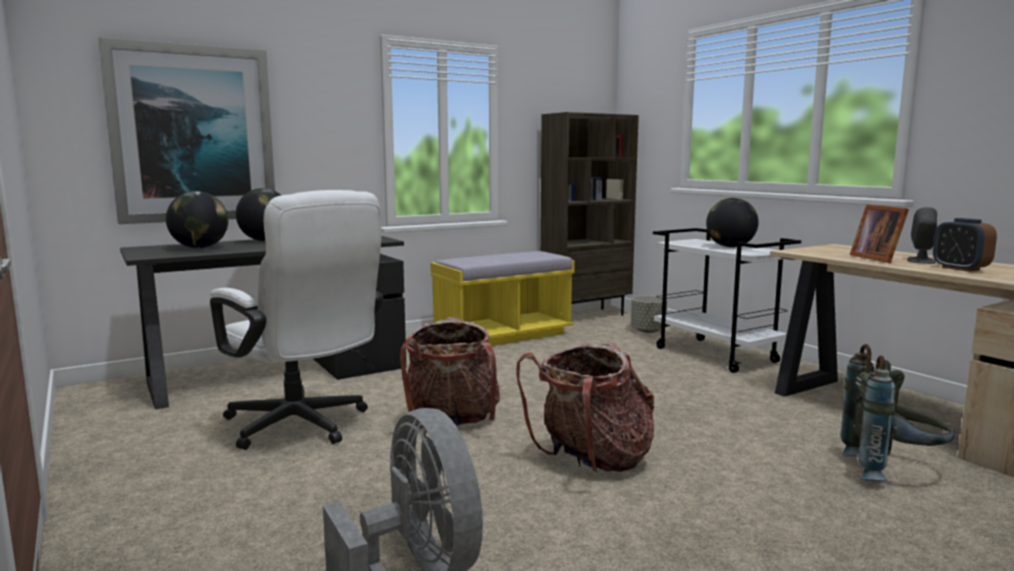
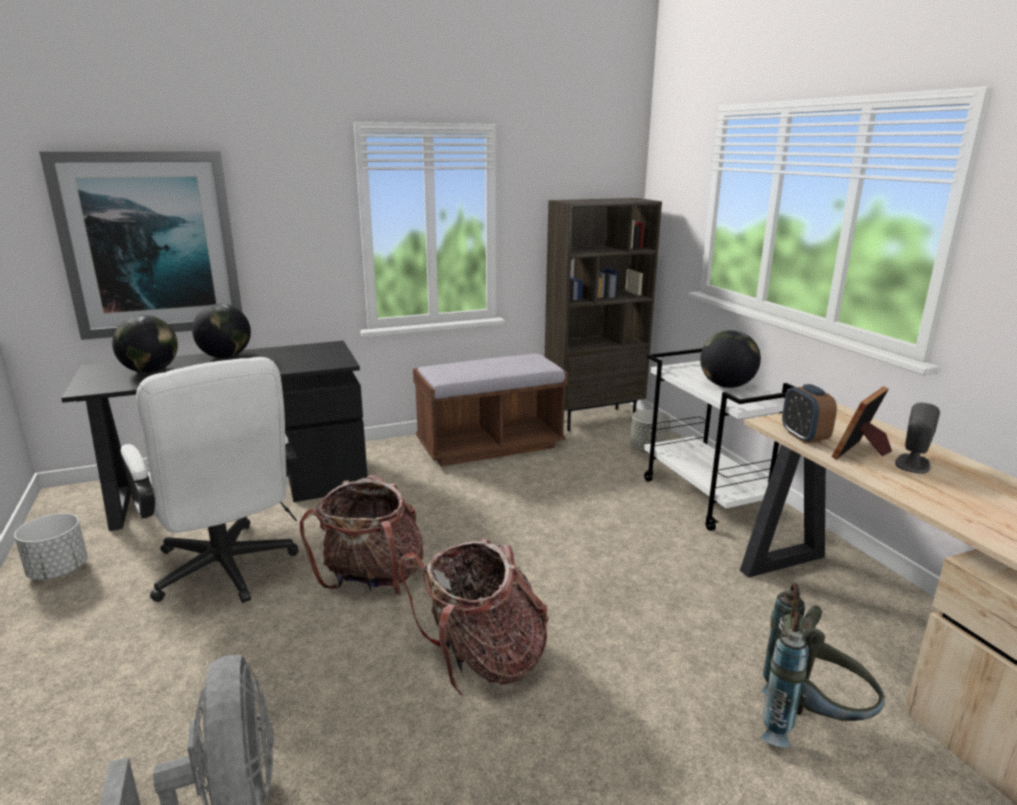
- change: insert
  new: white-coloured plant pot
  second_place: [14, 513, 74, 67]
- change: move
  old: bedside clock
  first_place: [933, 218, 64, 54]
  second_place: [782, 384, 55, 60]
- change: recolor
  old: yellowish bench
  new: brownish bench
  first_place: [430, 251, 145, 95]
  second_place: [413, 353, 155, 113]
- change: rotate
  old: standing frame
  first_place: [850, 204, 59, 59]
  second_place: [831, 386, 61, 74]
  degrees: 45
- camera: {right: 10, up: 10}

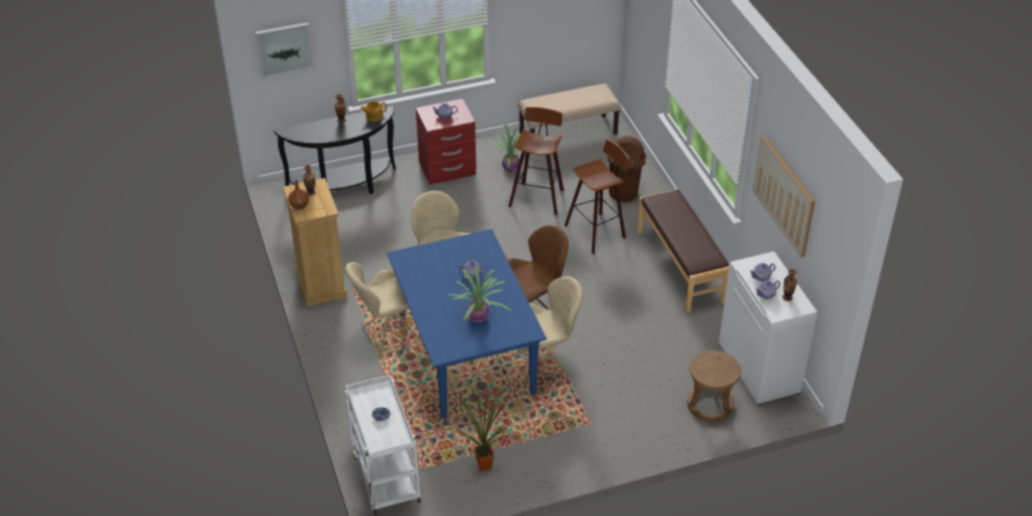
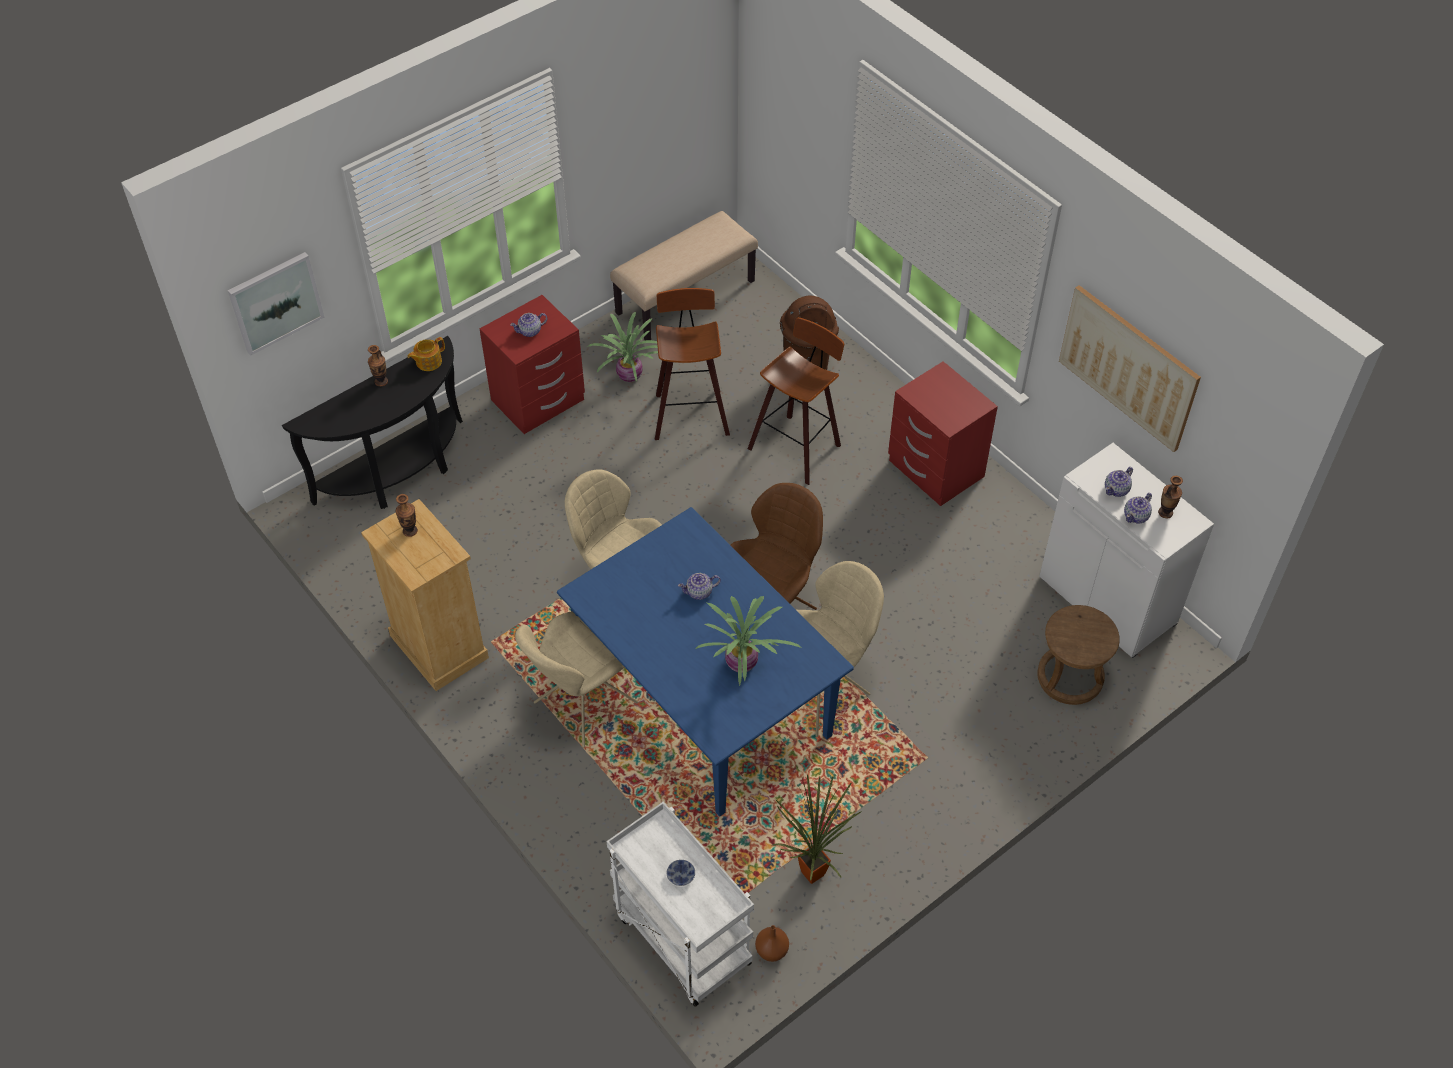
- change: move
  old: brownish vase
  first_place: [288, 179, 21, 31]
  second_place: [755, 925, 34, 37]
- change: replace
  old: brownish bench
  new: red nightstand
  first_place: [637, 189, 93, 123]
  second_place: [888, 361, 110, 145]
- camera: {right: -20, up: 10}

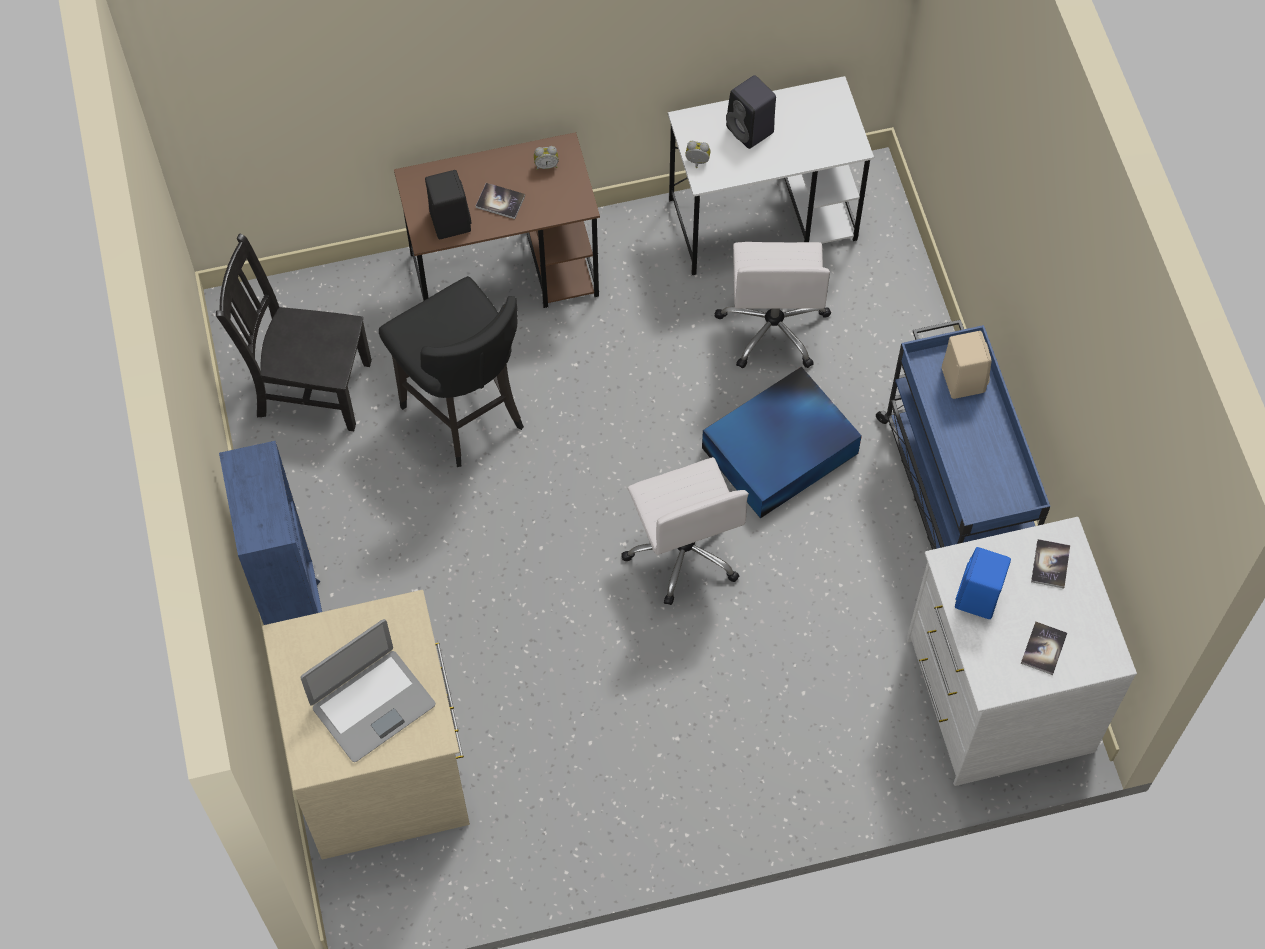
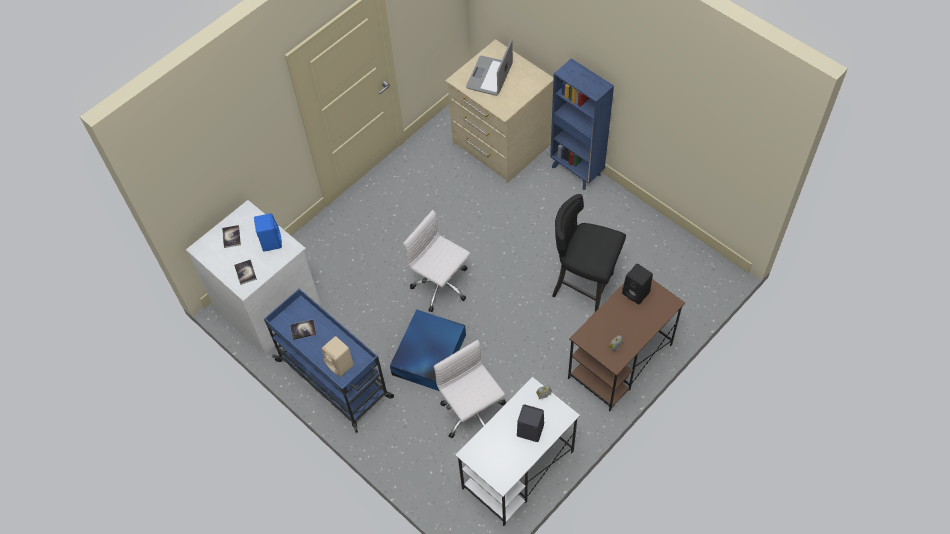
- change: delete
  old: black chair
  first_place: [216, 234, 156, 197]
- change: move
  old: bound book
  first_place: [476, 183, 49, 36]
  second_place: [290, 319, 27, 21]
- camera: {right: 150, up: -5}

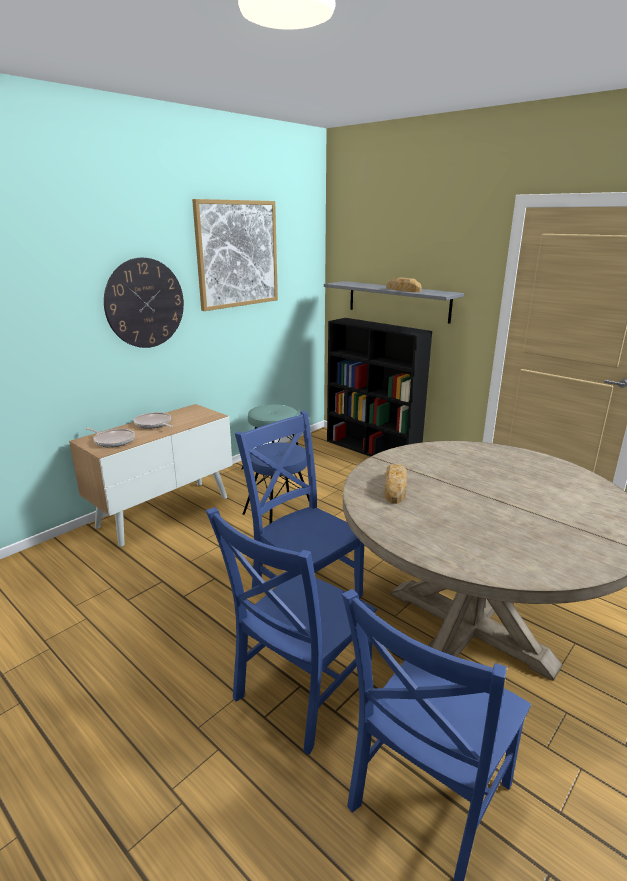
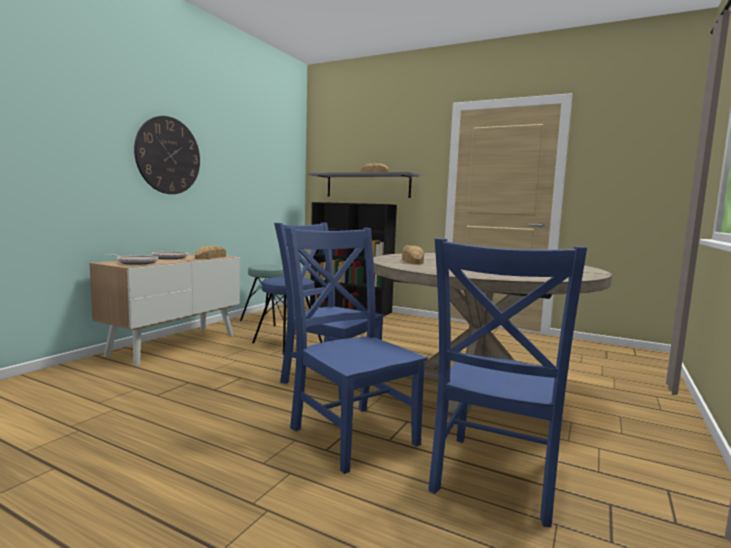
- change: delete
  old: wall picture
  first_place: [192, 199, 86, 112]
- change: insert
  new: baked bread
  second_place: [195, 246, 31, 13]
- change: rotate
  old: blue-coloured chair
  first_place: [206, 507, 171, 248]
  second_place: [285, 227, 143, 247]
  degrees: 120
- camera: {right: -15, up: -15}

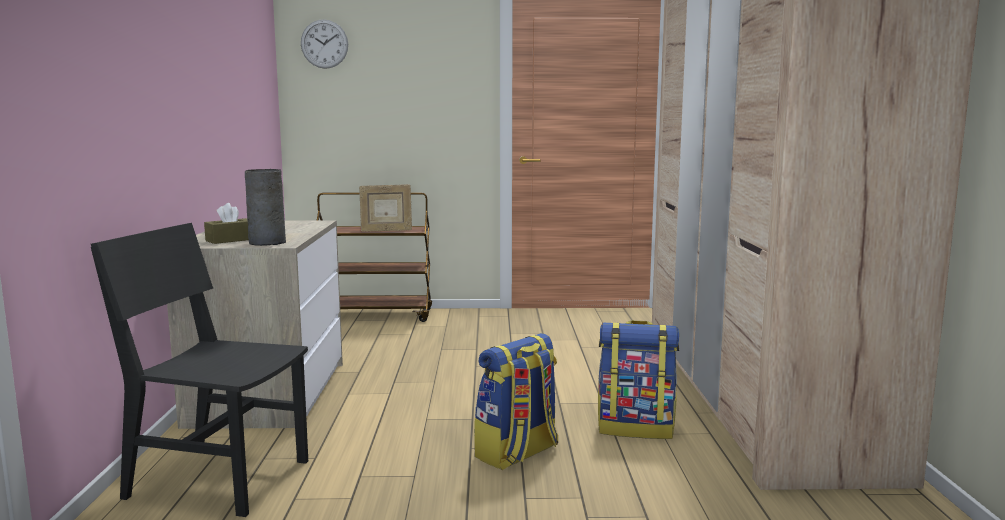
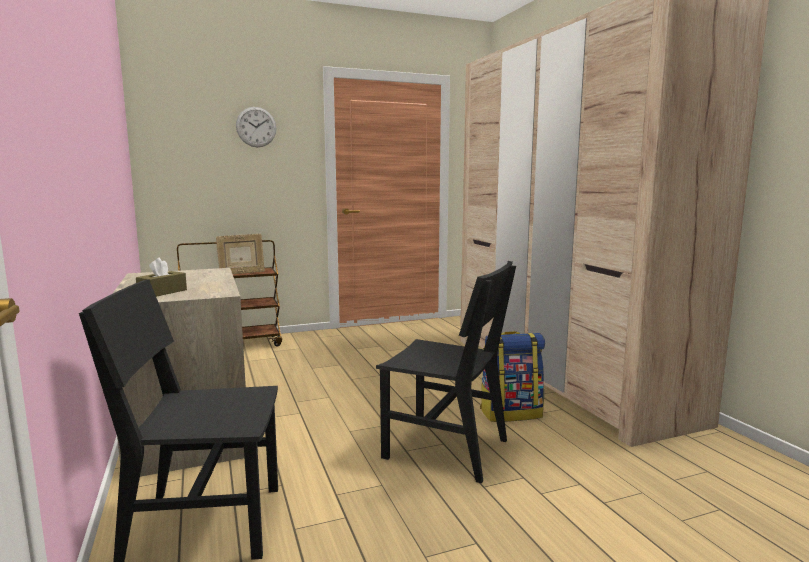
- change: delete
  old: grey vase
  first_place: [245, 169, 41, 77]
- change: move
  old: clock on the wall
  first_place: [301, 19, 47, 50]
  second_place: [236, 107, 40, 40]
- change: replace
  old: rucksack
  new: black chair
  first_place: [474, 333, 84, 137]
  second_place: [376, 261, 140, 222]
- camera: {right: -20, up: 0}

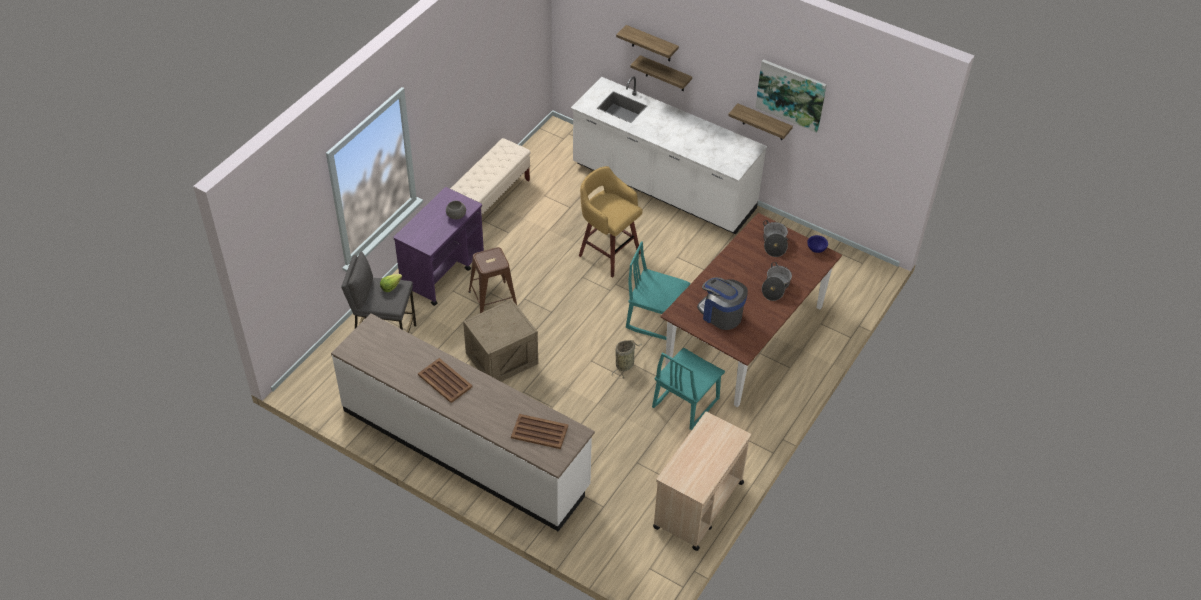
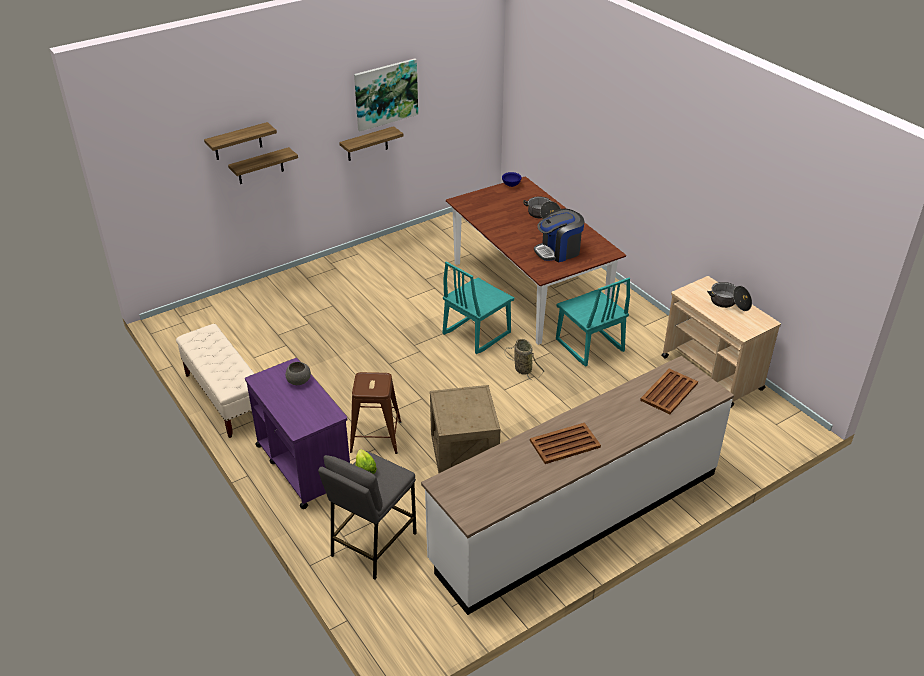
- change: delete
  old: white-coloured counter
  first_place: [571, 76, 196, 158]
- change: delete
  old: yellowish sitting stool
  first_place: [579, 166, 64, 112]
- change: move
  old: saucepot
  first_place: [763, 220, 25, 37]
  second_place: [707, 282, 45, 29]
- camera: {right: -65, up: -10}

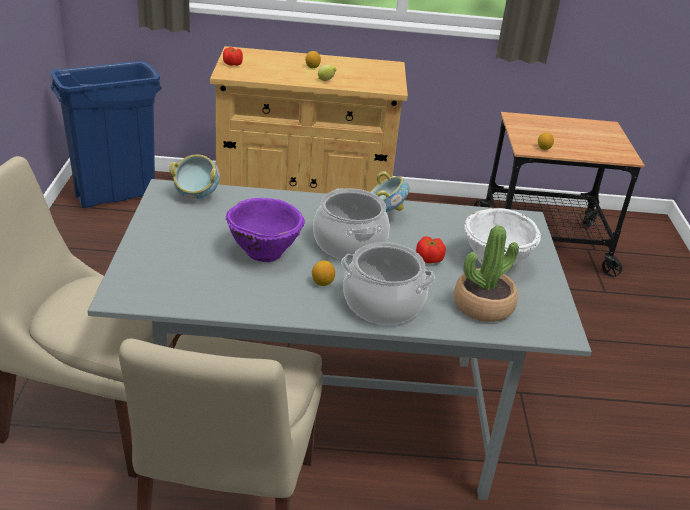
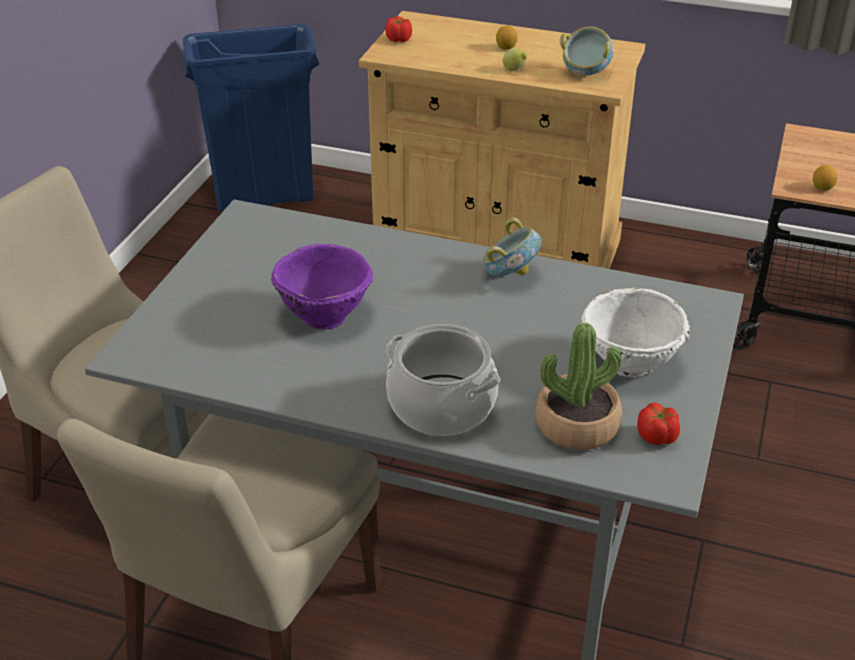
- change: delete
  old: whole lemon
  first_place: [312, 260, 23, 26]
- change: delete
  old: saucepot
  first_place: [313, 188, 77, 73]
- change: move
  old: deep dish
  first_place: [169, 154, 51, 45]
  second_place: [560, 26, 54, 51]
- change: move
  old: fresh tomato
  first_place: [416, 236, 30, 28]
  second_place: [637, 403, 43, 42]
- camera: {right: 20, up: 5}

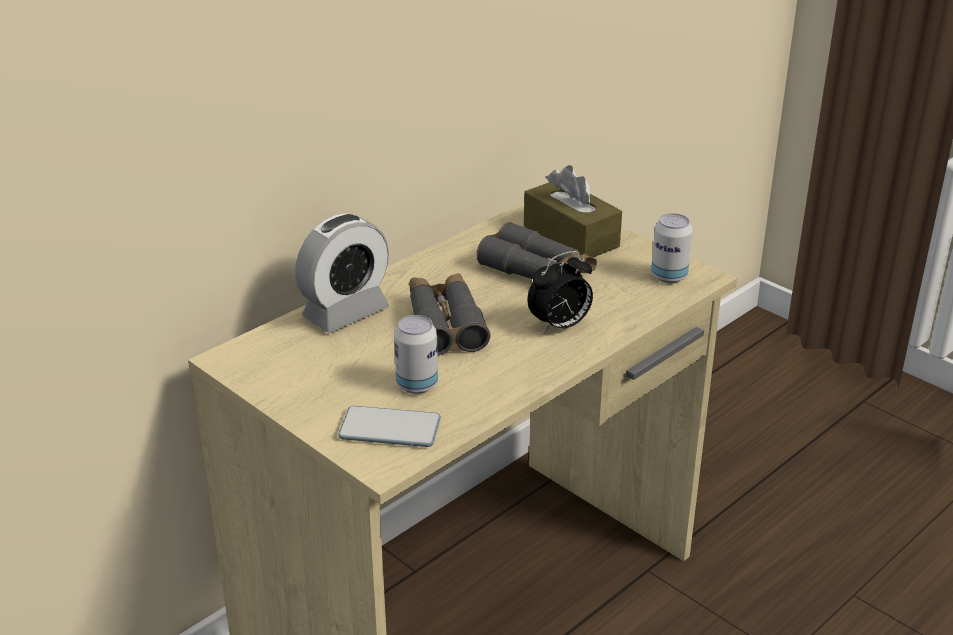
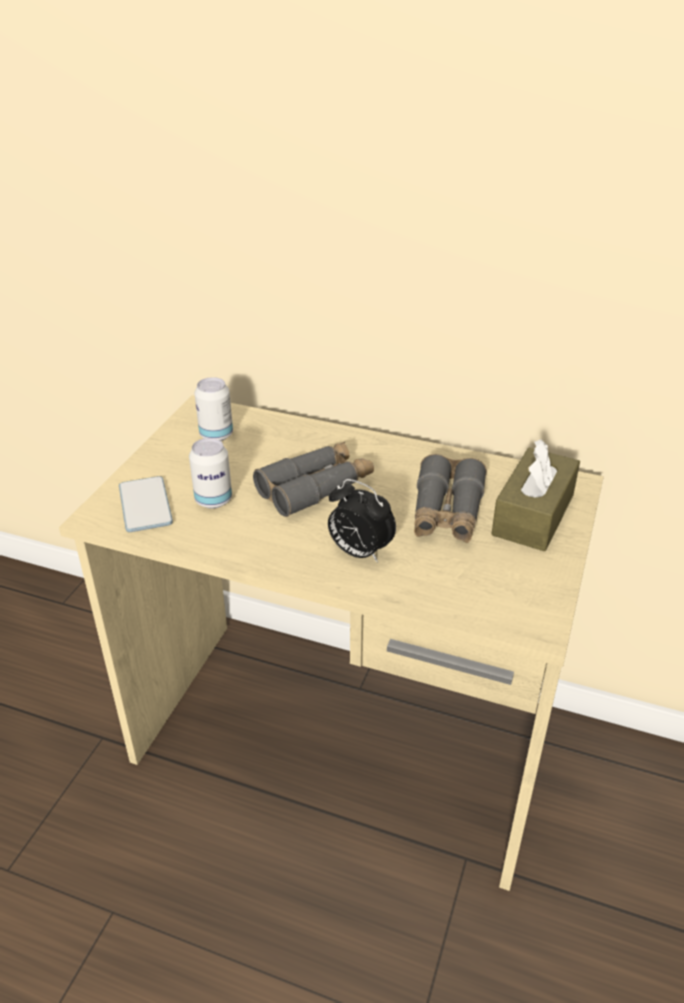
- change: delete
  old: bedside clock
  first_place: [295, 213, 94, 120]
- change: move
  old: sealed can
  first_place: [651, 213, 42, 70]
  second_place: [194, 377, 39, 64]
- camera: {right: 65, up: 5}

